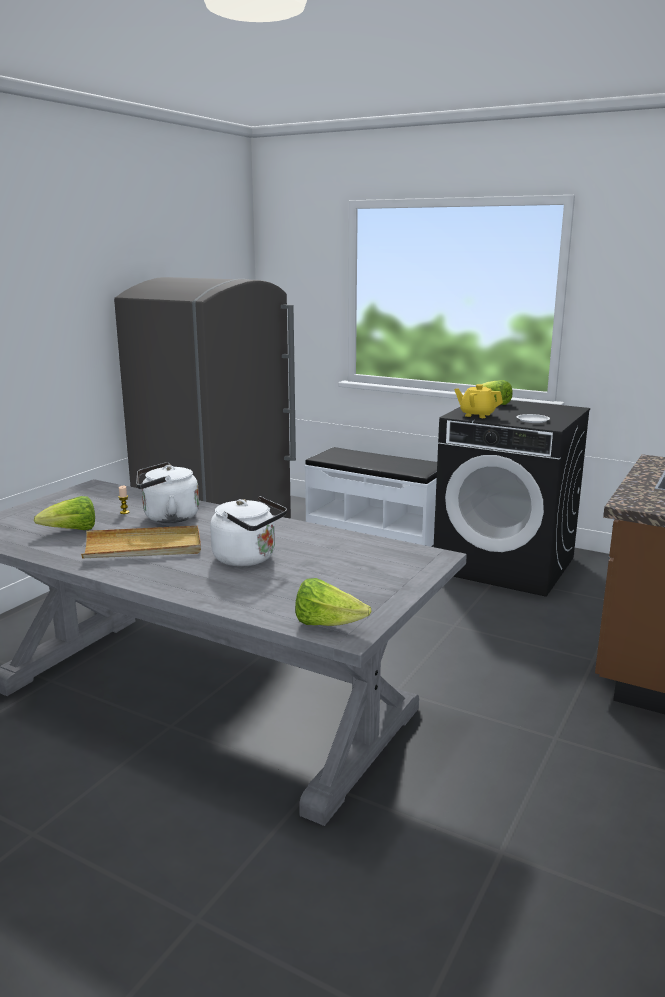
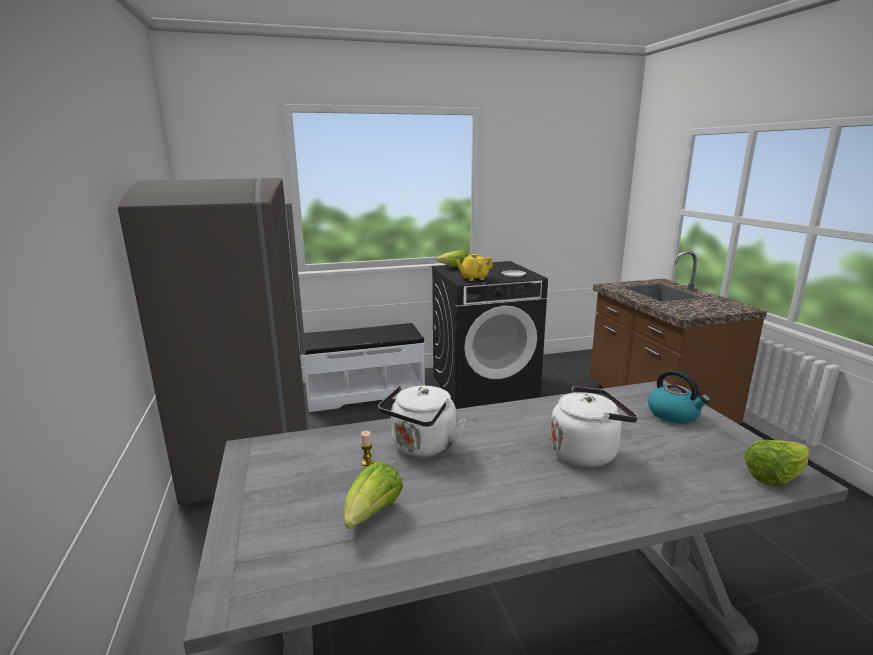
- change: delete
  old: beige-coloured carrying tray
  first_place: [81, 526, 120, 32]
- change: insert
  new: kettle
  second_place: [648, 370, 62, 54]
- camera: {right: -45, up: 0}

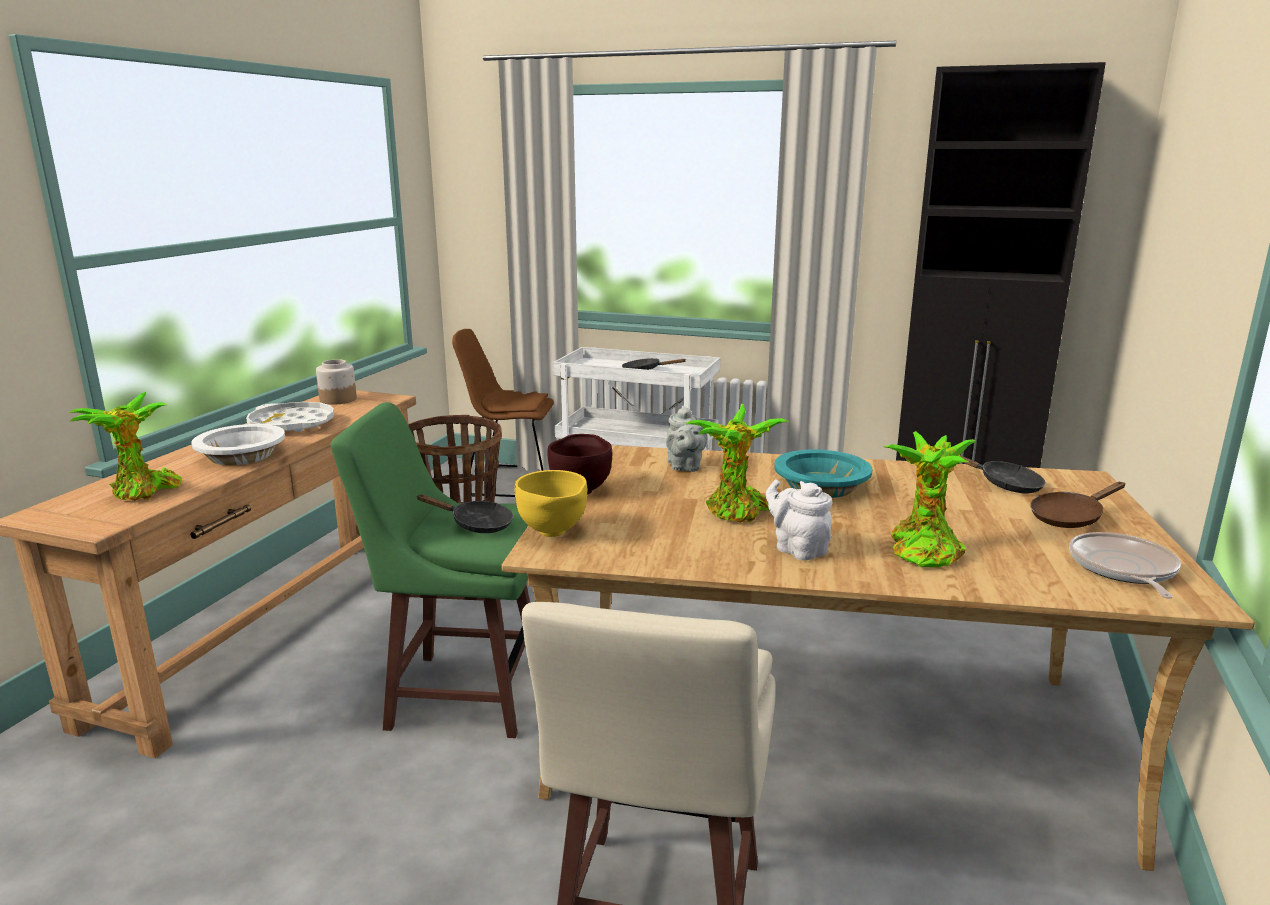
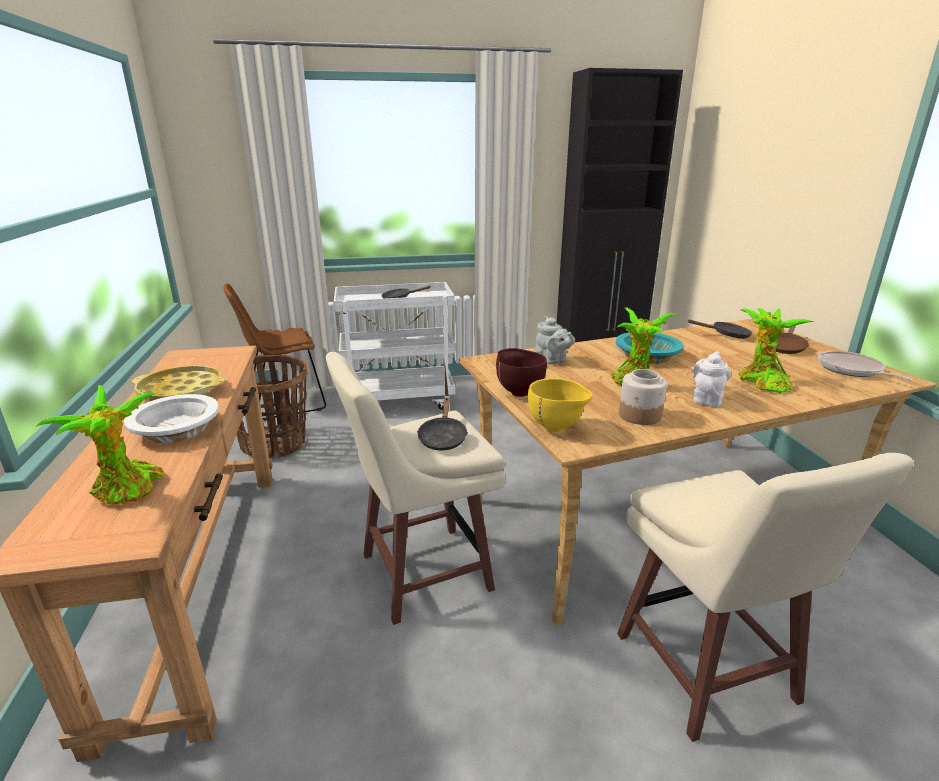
- change: move
  old: jar
  first_place: [316, 359, 41, 46]
  second_place: [619, 369, 48, 56]
- change: recolor
  old: white-coloured carrying tray
  new: yellowish carrying tray
  first_place: [246, 402, 88, 30]
  second_place: [132, 366, 93, 35]
- change: recolor
  old: green-coloured sitting stool
  new: beige-coloured sitting stool
  first_place: [331, 402, 199, 336]
  second_place: [326, 352, 180, 273]
- change: rotate
  old: black skillet
  first_place: [416, 494, 97, 39]
  second_place: [417, 398, 51, 52]
  degrees: 105
- change: rotate
  old: white-coloured tea pot
  first_place: [766, 479, 66, 82]
  second_place: [692, 351, 39, 56]
  degrees: 90
- camera: {right: -30, up: 5}

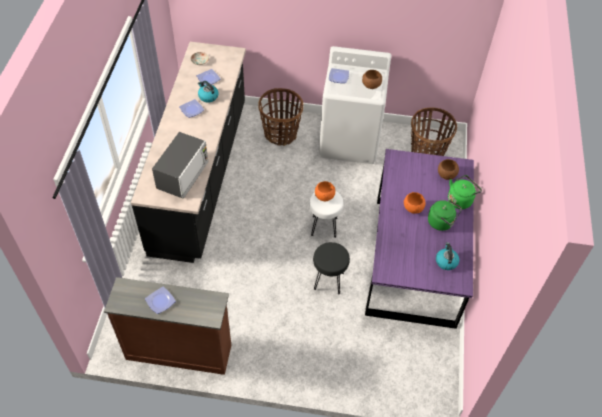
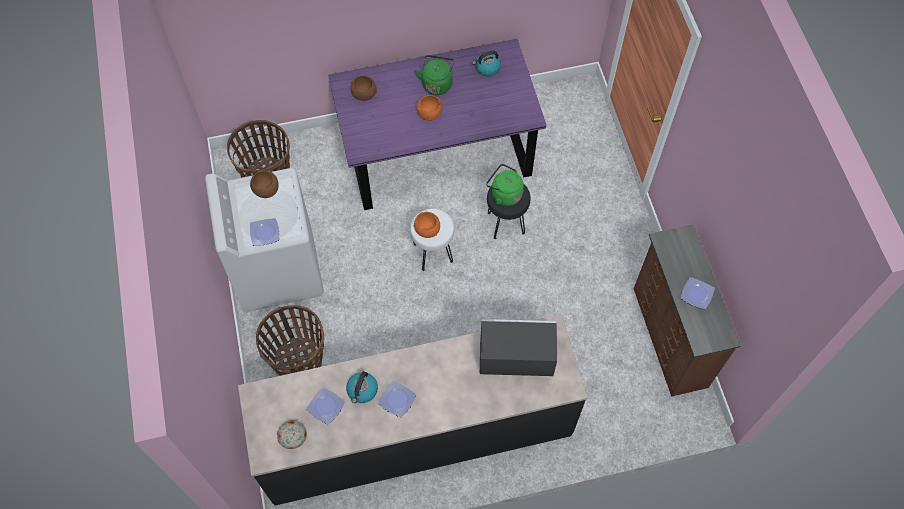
- change: move
  old: green-coloured kettle
  first_place: [448, 175, 34, 34]
  second_place: [486, 164, 38, 42]
- camera: {right: -110, up: 10}

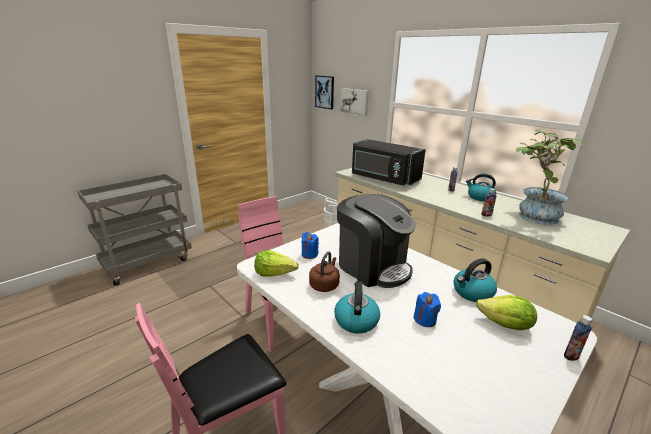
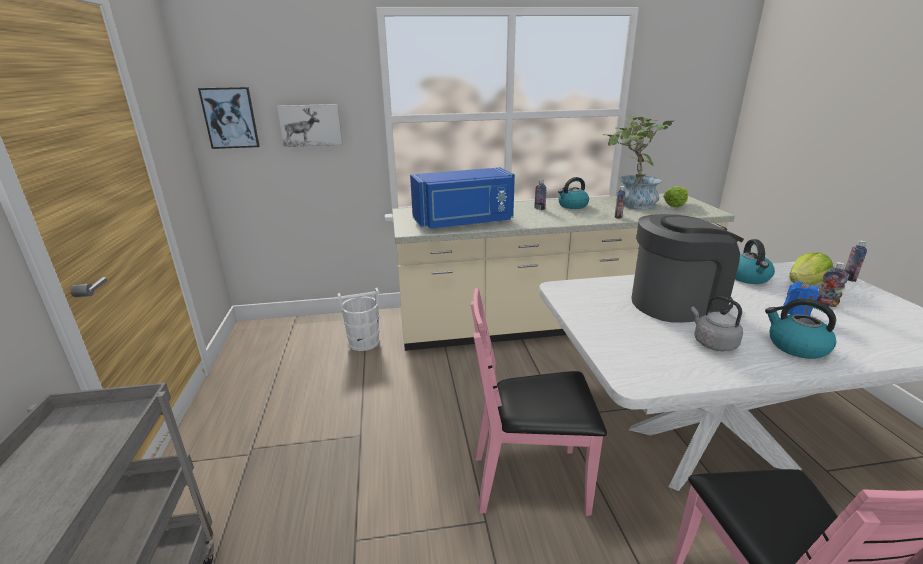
- change: delete
  old: blue-coloured candle
  first_place: [301, 232, 18, 27]
- change: insert
  new: beverage bottle
  second_place: [816, 262, 32, 45]
- change: move
  old: lettuce
  first_place: [254, 250, 45, 27]
  second_place: [663, 186, 25, 21]
- change: recolor
  old: brownish kettle
  new: grey kettle
  first_place: [309, 251, 31, 41]
  second_place: [691, 296, 52, 56]
- change: recolor
  old: black microwave
  new: blue-coloured microwave
  first_place: [352, 139, 74, 47]
  second_place: [410, 167, 105, 62]
- camera: {right: -55, up: 0}

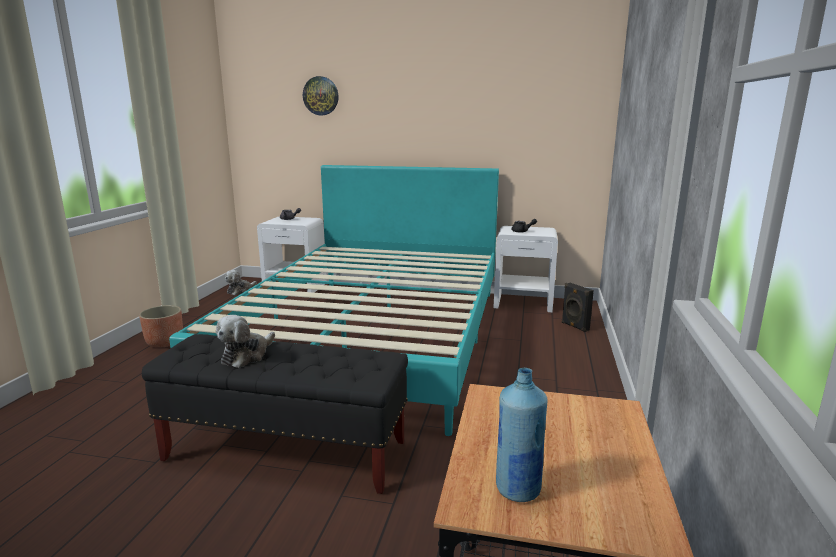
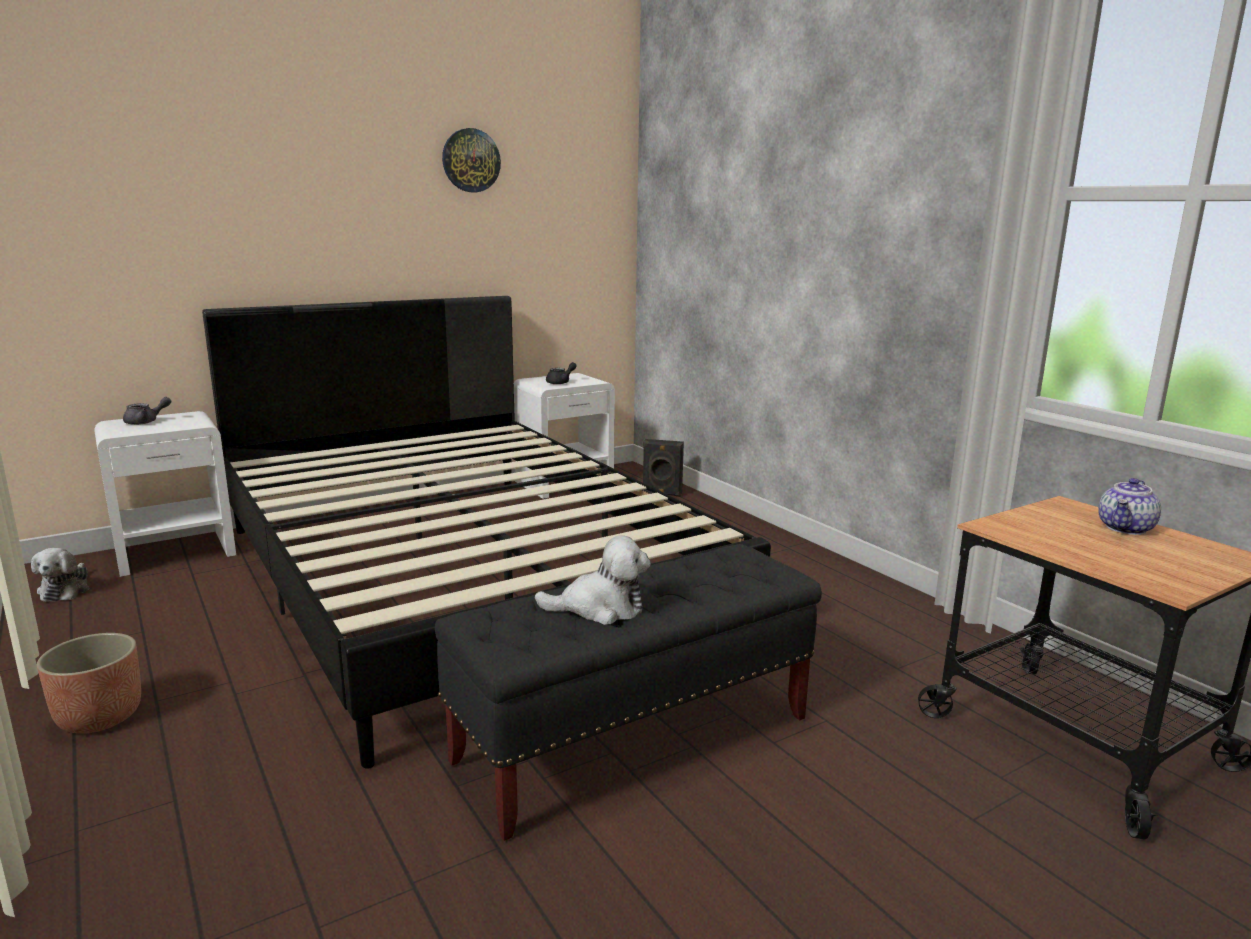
- change: delete
  old: blue-coloured beverage bottle
  first_place: [496, 368, 51, 134]
- change: insert
  new: tea pot
  second_place: [1098, 478, 63, 57]
- change: move
  old: clock on the wall
  first_place: [303, 76, 36, 39]
  second_place: [442, 128, 59, 64]
- change: recolor
  old: turquoise-coloured bed
  new: black bed
  first_place: [169, 165, 330, 271]
  second_place: [202, 296, 569, 473]
- change: rotate
  old: plush toy
  first_place: [216, 315, 59, 53]
  second_place: [535, 535, 116, 90]
  degrees: -75
- camera: {right: -45, up: 0}

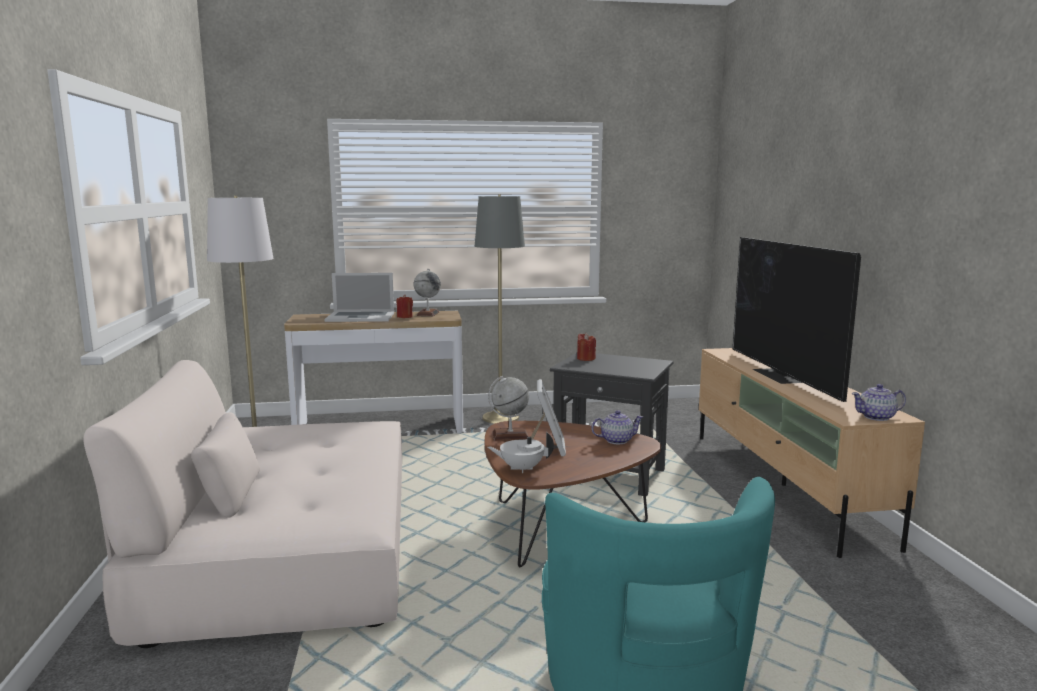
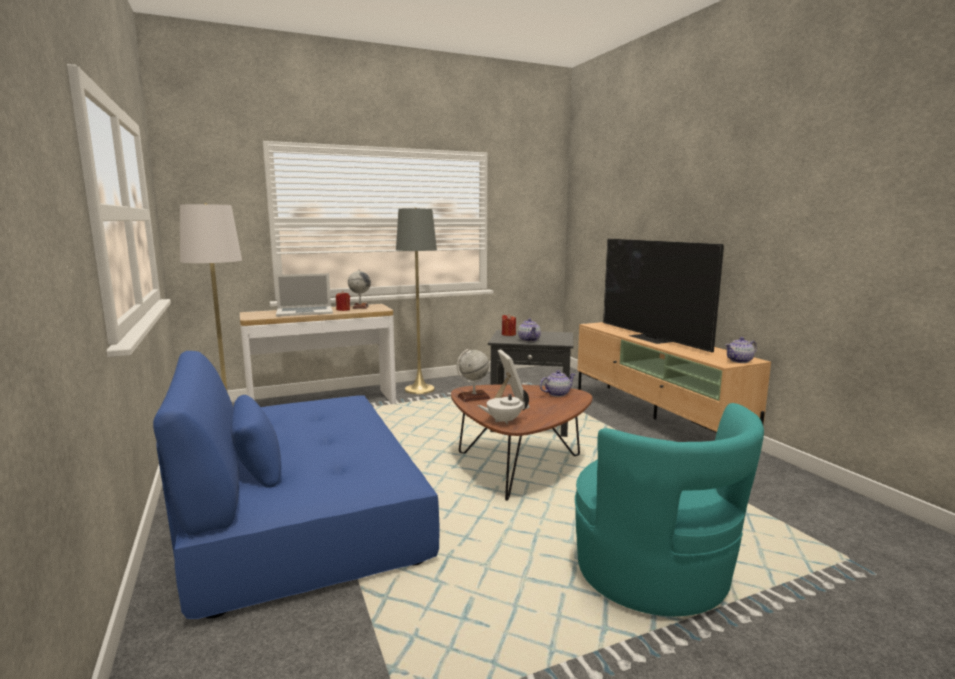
- change: insert
  new: tea pot
  second_place: [518, 318, 23, 24]
- change: recolor
  old: beige-coloured settee
  new: blue-coloured settee
  first_place: [83, 360, 319, 288]
  second_place: [153, 351, 286, 268]
- camera: {right: -15, up: 0}

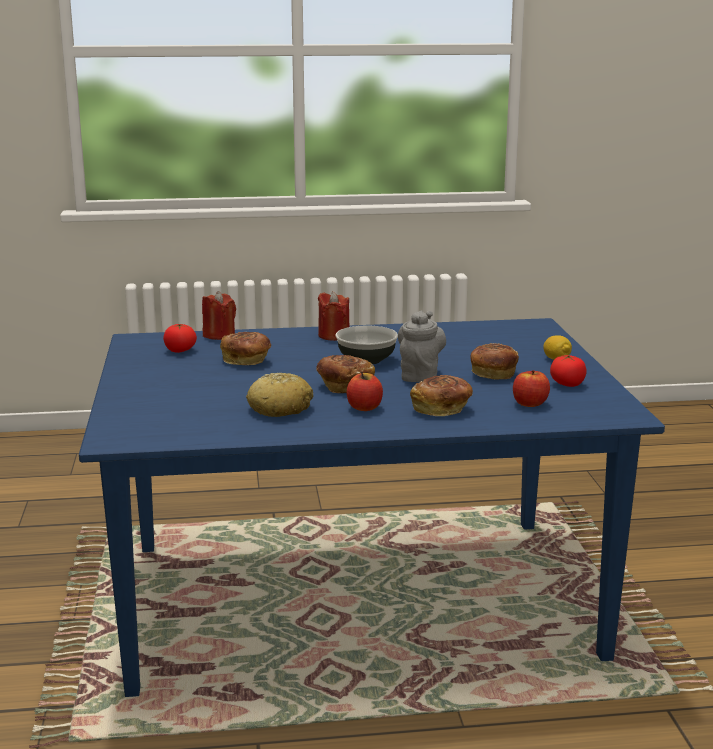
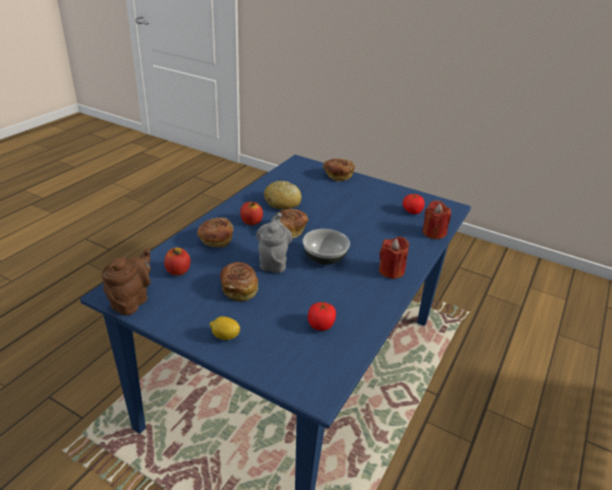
- change: insert
  new: brownish tea pot
  second_place: [101, 248, 50, 67]
- change: move
  old: baked bread
  first_place: [220, 332, 51, 33]
  second_place: [323, 158, 32, 23]
- change: move
  old: fresh tomato
  first_place: [550, 355, 37, 32]
  second_place: [308, 302, 28, 29]
- change: rotate
  old: grey tea pot
  first_place: [398, 310, 48, 72]
  second_place: [256, 213, 37, 60]
  degrees: -135
- camera: {right: 125, up: 15}

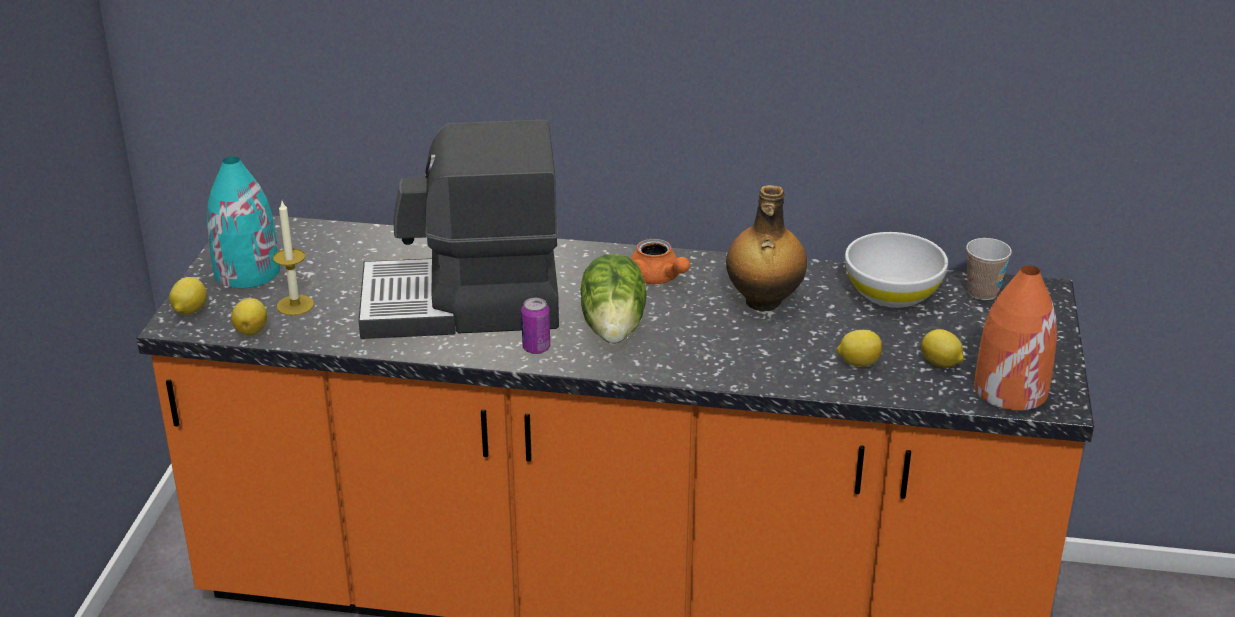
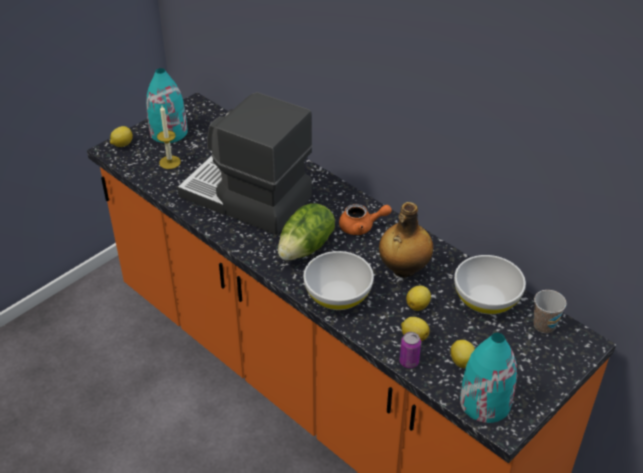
- change: insert
  new: white-coloured deep dish
  second_place: [303, 251, 71, 59]
- change: move
  old: whole lemon
  first_place: [231, 298, 36, 37]
  second_place: [406, 286, 25, 25]
- change: move
  old: sealed can
  first_place: [521, 298, 29, 56]
  second_place: [400, 332, 21, 36]
- change: recolor
  old: orange-coloured vase
  new: turquoise-coloured vase
  first_place: [974, 266, 83, 144]
  second_place: [460, 333, 57, 90]
- change: rotate
  old: orange-coloured tea pot
  first_place: [631, 239, 59, 45]
  second_place: [339, 204, 53, 31]
  degrees: -90
- camera: {right: 35, up: 10}

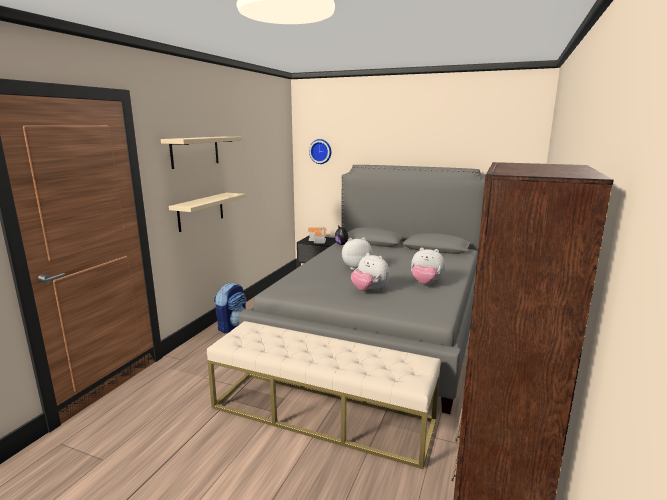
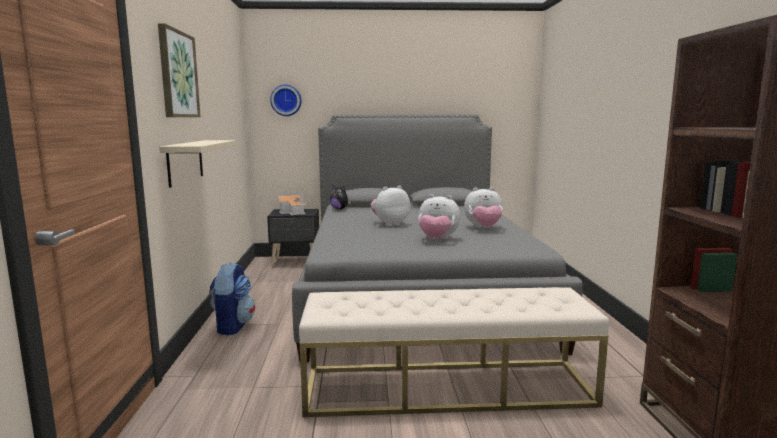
- change: replace
  old: beige-coloured wall shelf
  new: wall picture
  first_place: [161, 137, 81, 32]
  second_place: [158, 23, 43, 94]
- camera: {right: -25, up: -5}

